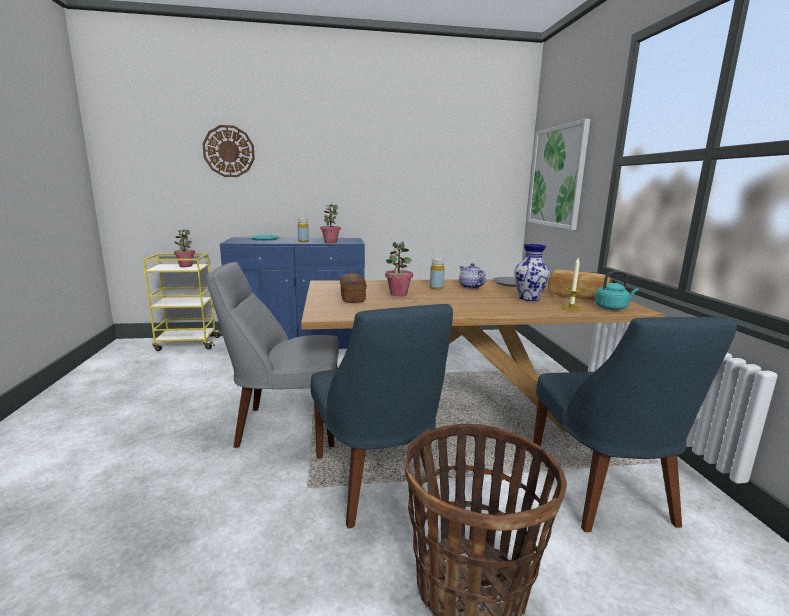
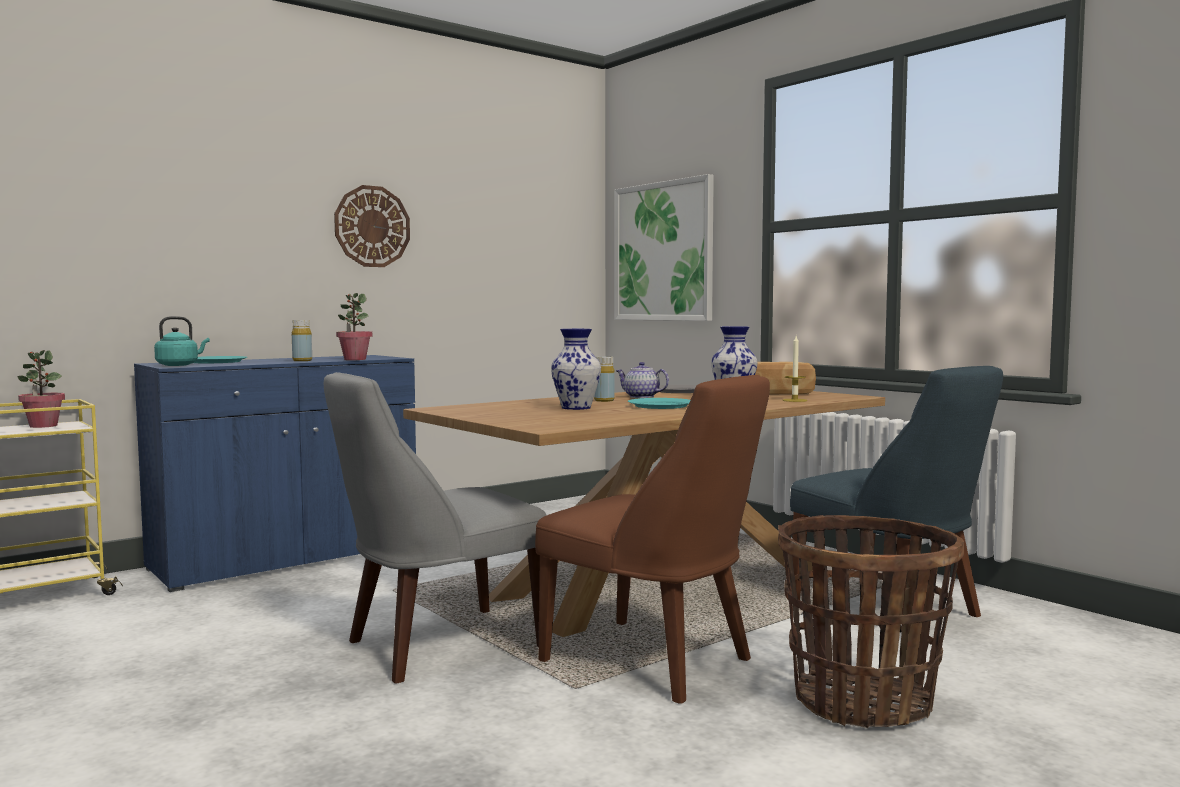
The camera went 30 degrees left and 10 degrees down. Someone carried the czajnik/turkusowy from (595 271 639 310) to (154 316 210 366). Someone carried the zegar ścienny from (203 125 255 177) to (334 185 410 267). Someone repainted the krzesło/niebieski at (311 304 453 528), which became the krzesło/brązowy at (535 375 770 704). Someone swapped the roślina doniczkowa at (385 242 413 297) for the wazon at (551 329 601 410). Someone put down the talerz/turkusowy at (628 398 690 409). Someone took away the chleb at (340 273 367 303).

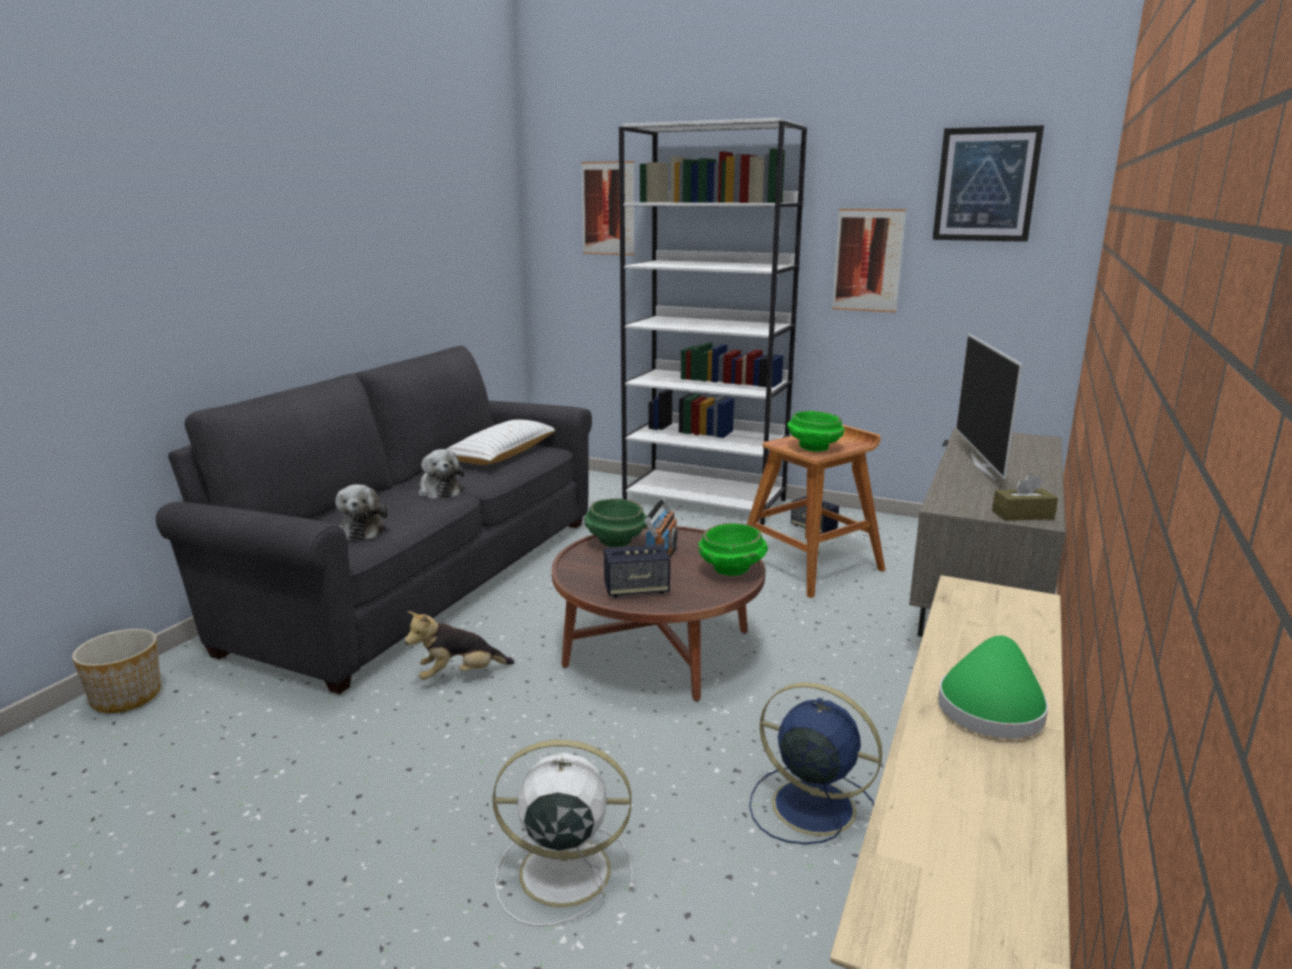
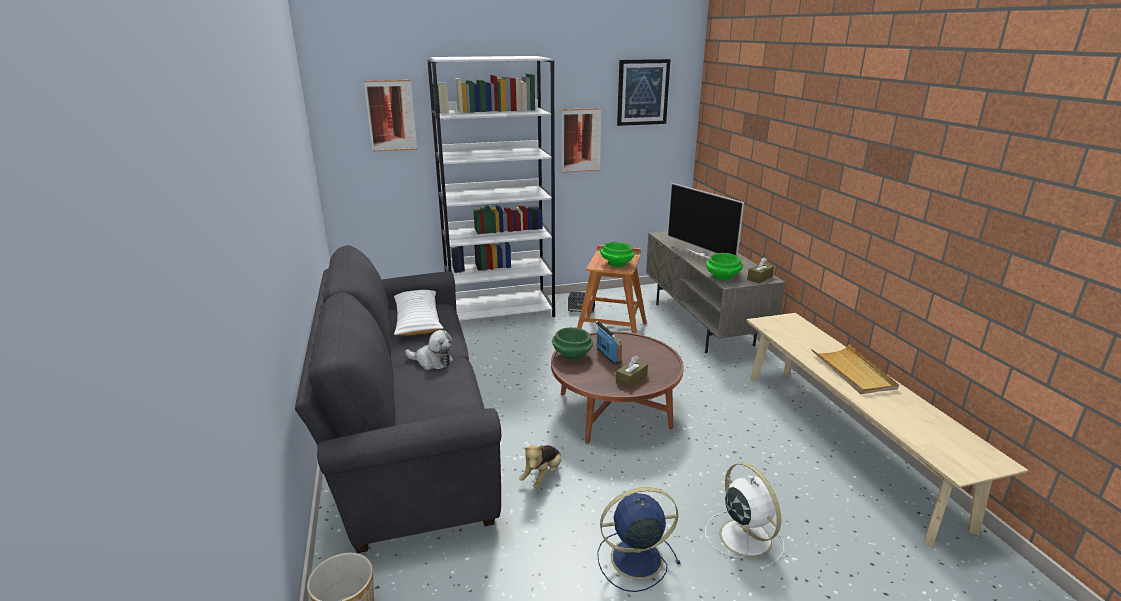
The camera went 40 degrees left and 5 degrees up. Someone carried the wentylator/niebieski from (749 682 883 844) to (597 487 681 592). Someone swapped the głośnik at (604 544 670 597) for the pudełko chusteczek/brązowy at (616 356 648 389). Someone rotated the wentylator/biały at (493 740 635 926) by 105 degrees clockwise. Someone carried the miska/zielony from (698 523 768 576) to (706 253 743 280). Someone swapped the kapelusz/zielony at (938 636 1048 739) for the taca/beżowy at (811 344 899 394). Someone took away the pluszak at (335 484 388 541).

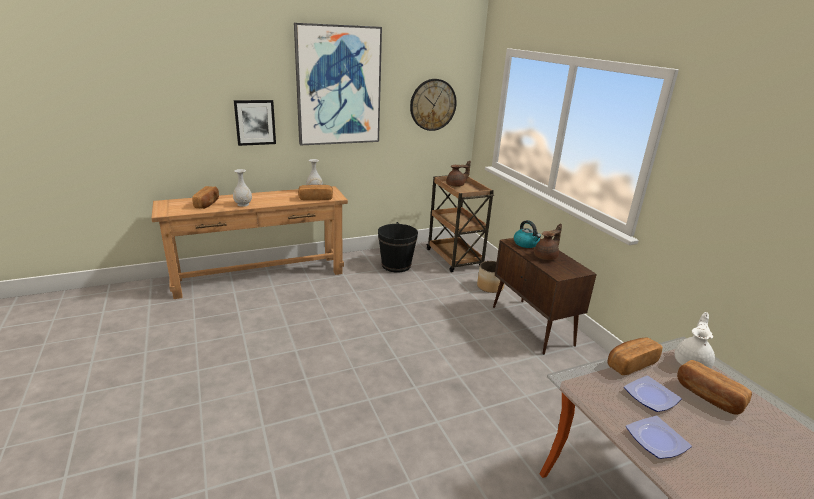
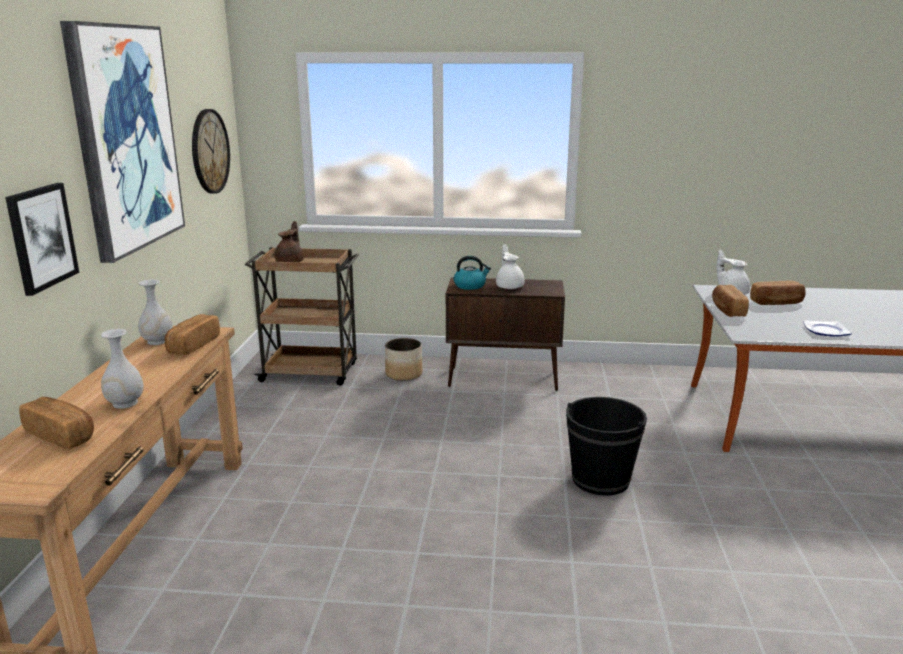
The camera went 60 degrees left and 5 degrees down. Someone repainted the imbryk/brązowy at (534 223 562 260), which became the imbryk/biały at (496 244 525 289). Someone carried the wiadro/czarny from (378 222 418 273) to (566 397 647 496). Someone took away the talerz at (624 376 682 412).

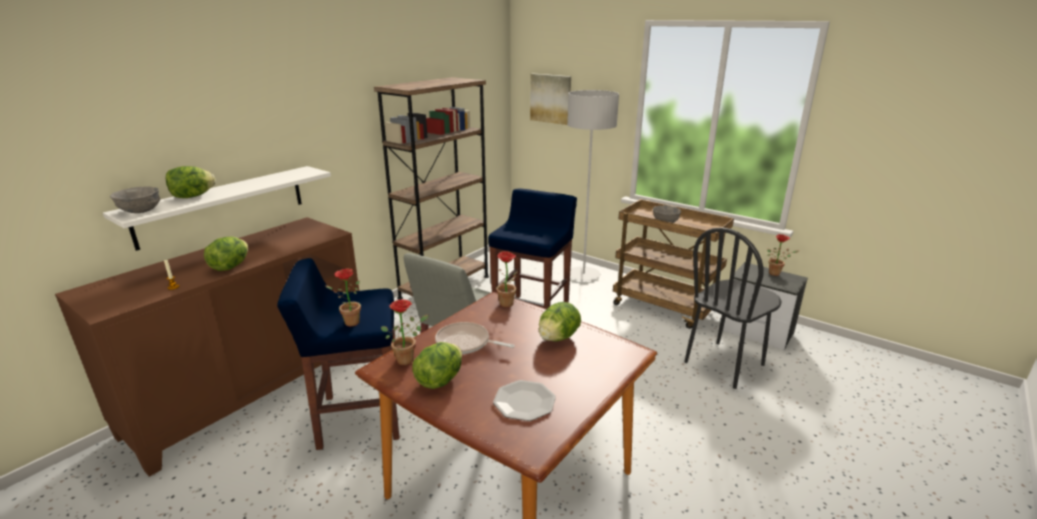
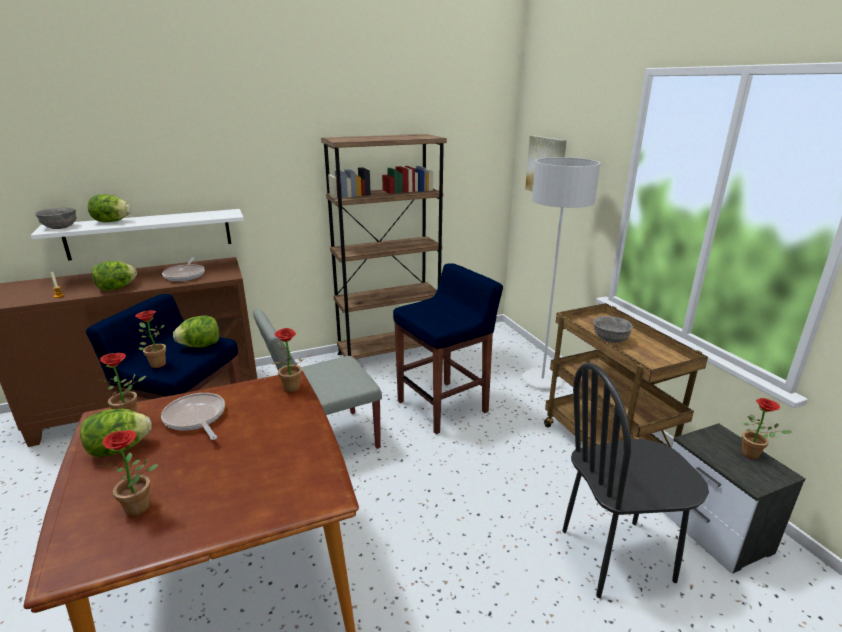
The camera went 30 degrees right and 0 degrees up. Someone swapped the talerz at (493 380 556 421) for the roślina doniczkowa at (103 430 158 516). Someone put down the patelnia at (162 257 205 281). Someone carried the sałata from (539 302 581 342) to (173 316 219 347).

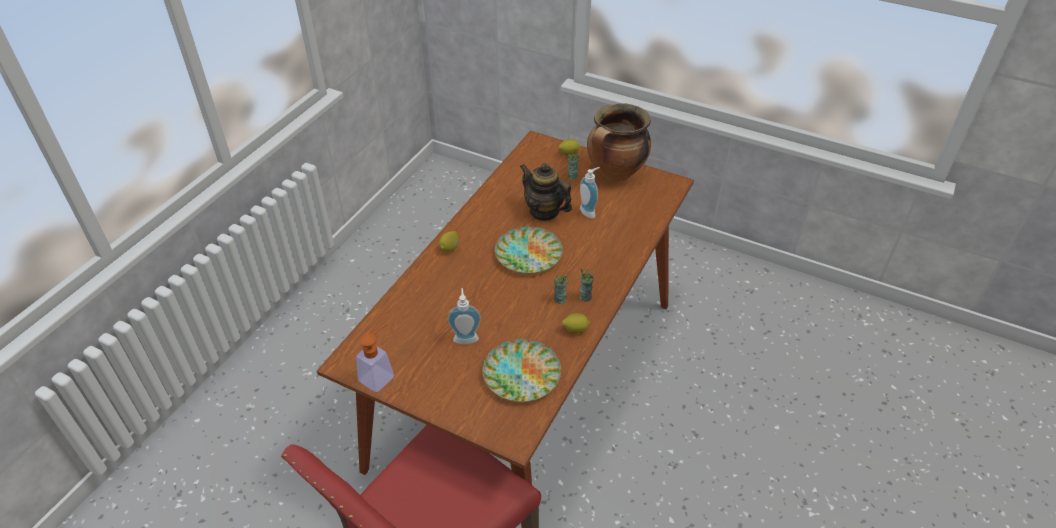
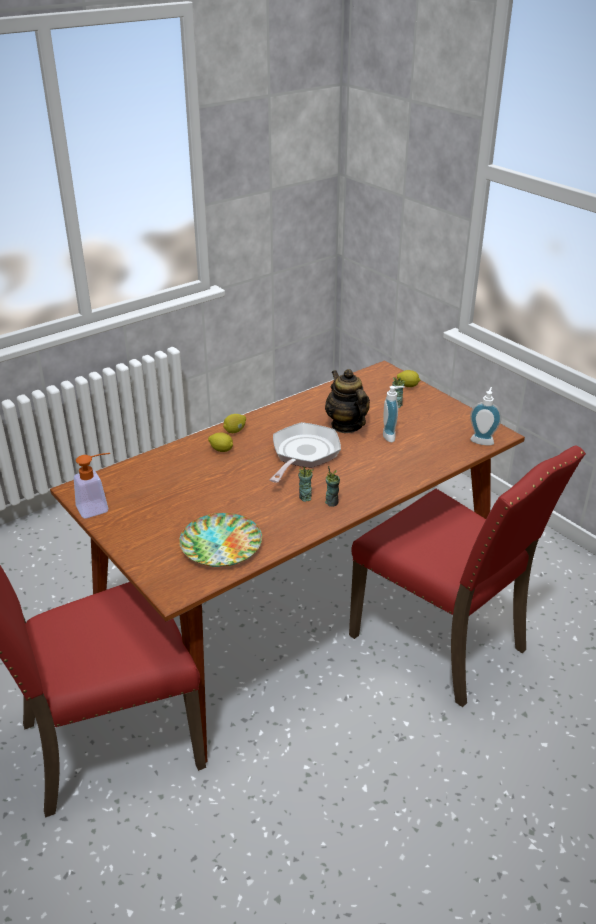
The camera went 25 degrees right and 10 degrees down. Someone carried the cytryna from (562 313 590 333) to (208 433 233 452). Someone swapped the talerz at (495 226 563 274) for the patelnia at (270 422 341 483). Someone put down the krzesło/czerwony at (349 445 586 707). Someone carried the dozownik mydła from (447 288 481 345) to (470 387 501 445). Someone took away the garnek at (587 103 651 181).

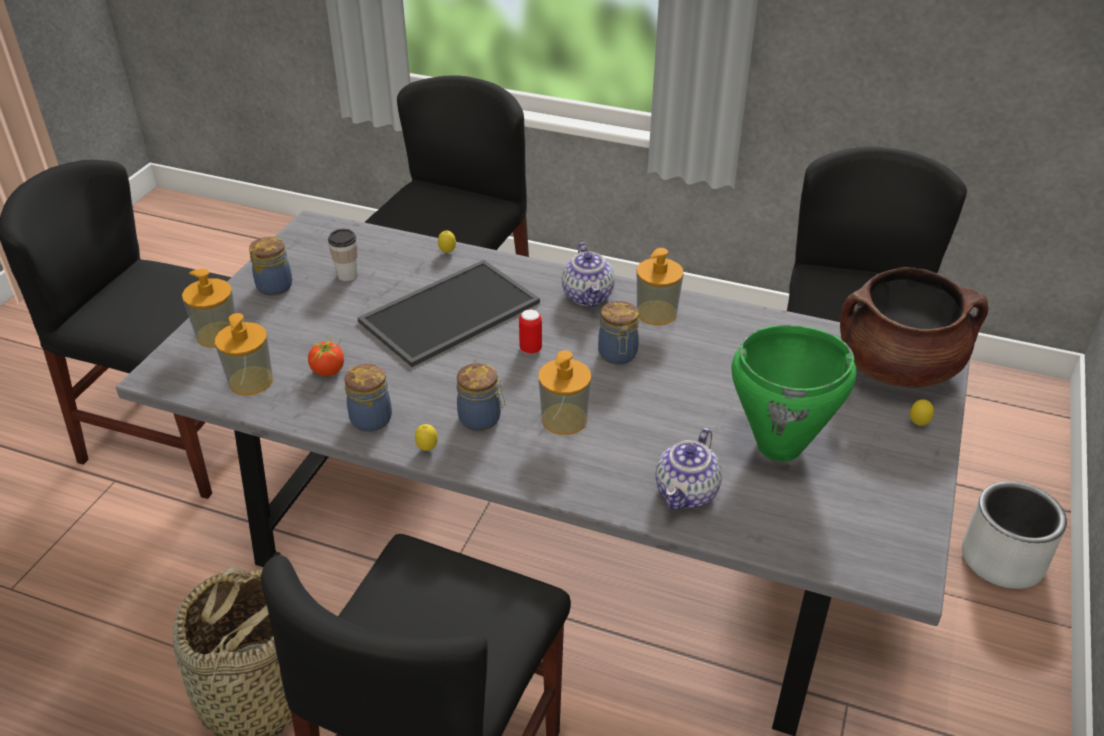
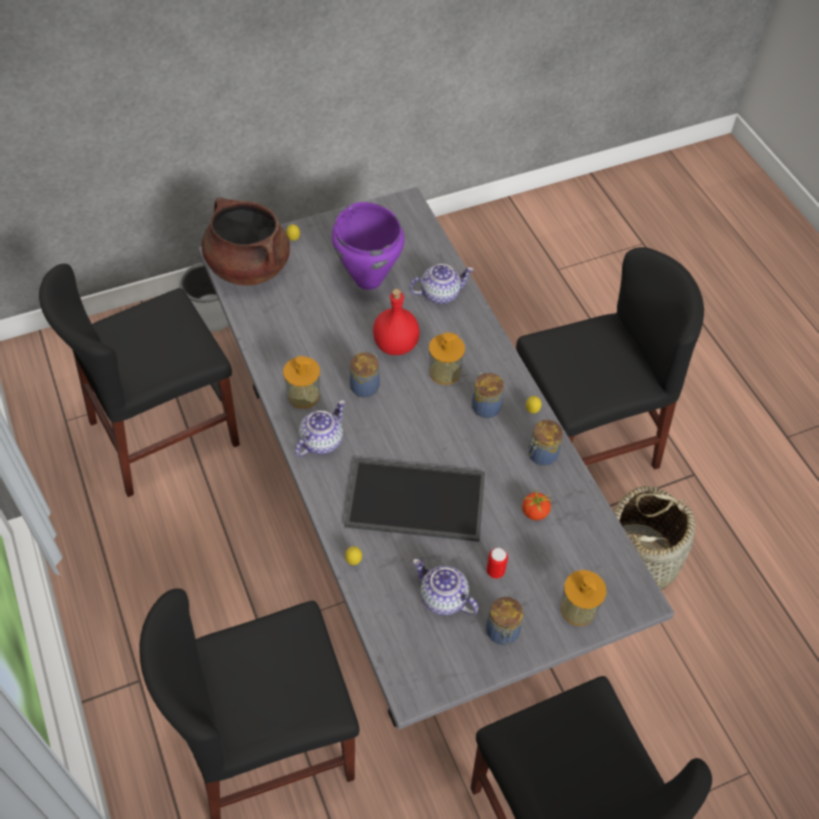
The camera went 135 degrees left and 15 degrees up. Someone repainted the garnek/zielony at (732 325 857 462), which became the garnek/fioletowy at (332 202 405 290). Someone put down the butelka/czerwony at (373 289 420 355). Someone swapped the filiżanka at (328 229 358 281) for the imbryk at (413 559 479 615). Someone carried the puszka from (519 309 542 354) to (486 548 508 579). Someone took away the dozownik mydła at (215 313 273 395).

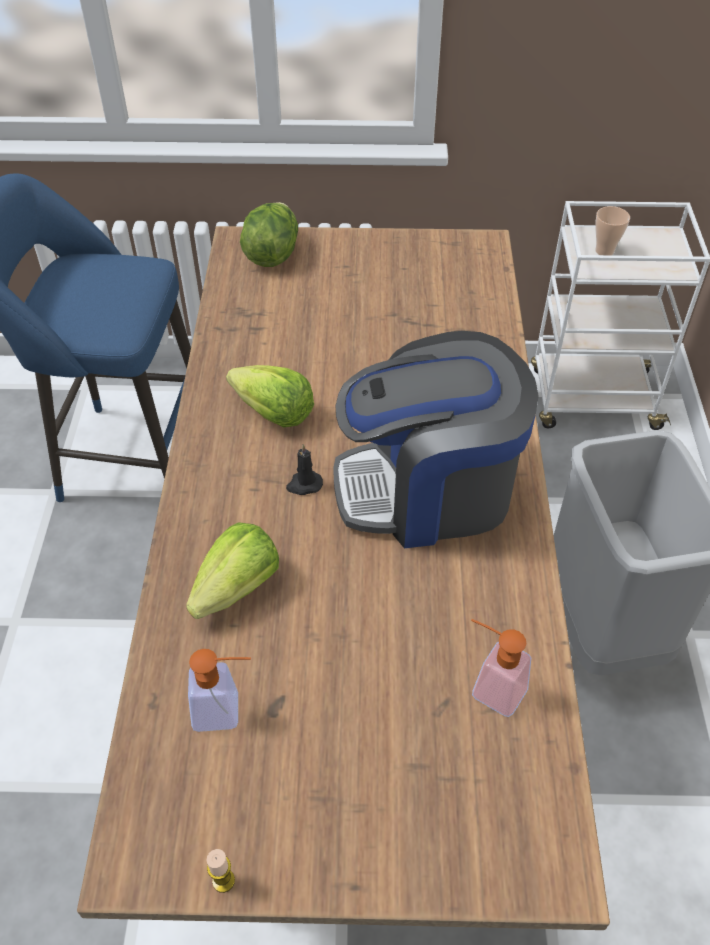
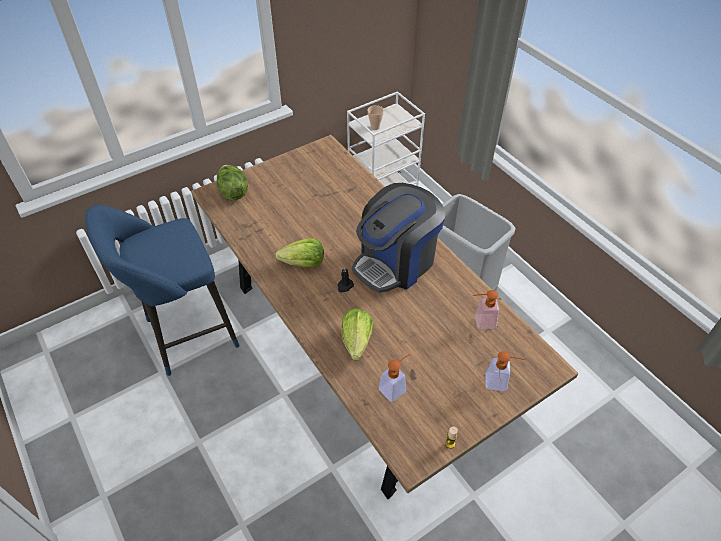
The camera went 35 degrees left and 0 degrees up. Someone put down the dozownik mydła at (485 351 526 391).

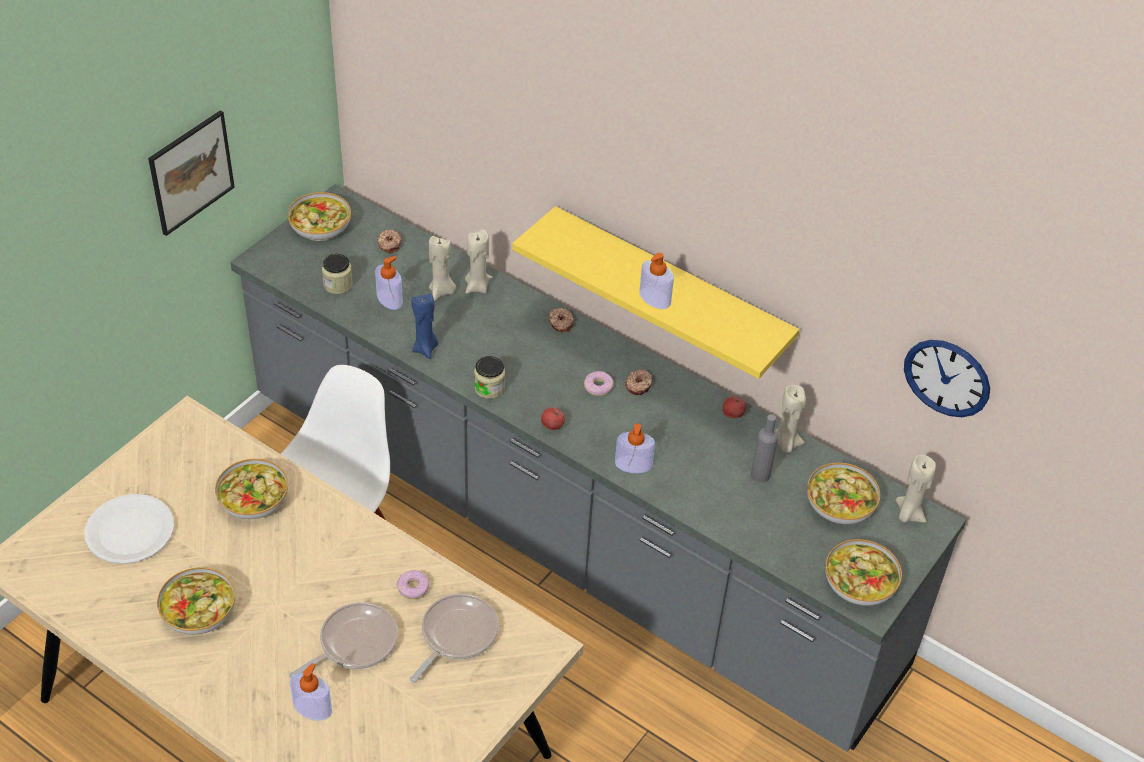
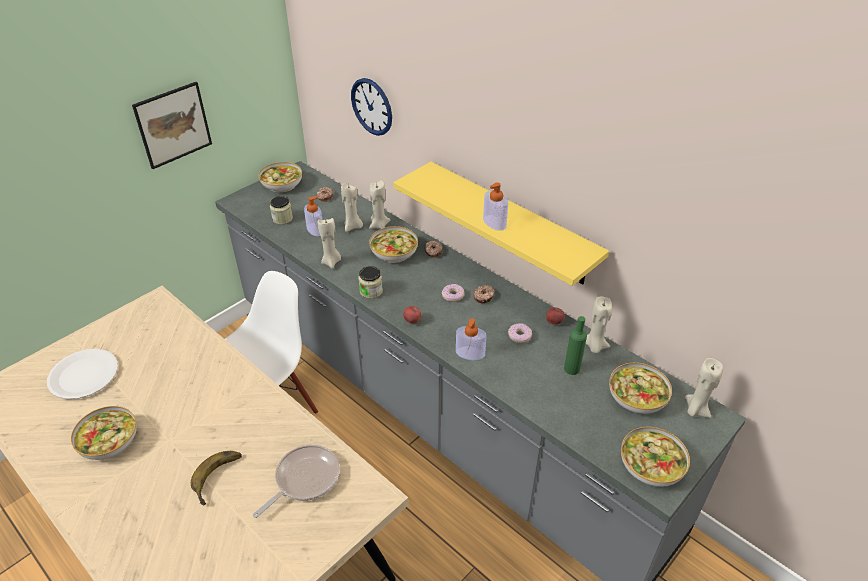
The camera went 10 degrees right and 5 degrees down. Someone swapped the patelnia at (289 602 398 678) for the banan at (191 451 242 506). Someone repainted the świeca/niebieski at (412 293 438 359), which became the świeca/beżowy at (318 218 341 269). Someone carried the zegar ścienny from (904 340 990 417) to (351 78 392 136). Someone carried the miska from (215 459 288 519) to (369 226 418 263). Someone carried the donut from (397 570 429 599) to (508 323 532 343). Someone repainted the butelka/szary at (751 414 778 483), which became the butelka/zielony at (564 316 587 375). Someone took away the dozownik mydła at (290 663 332 721).

